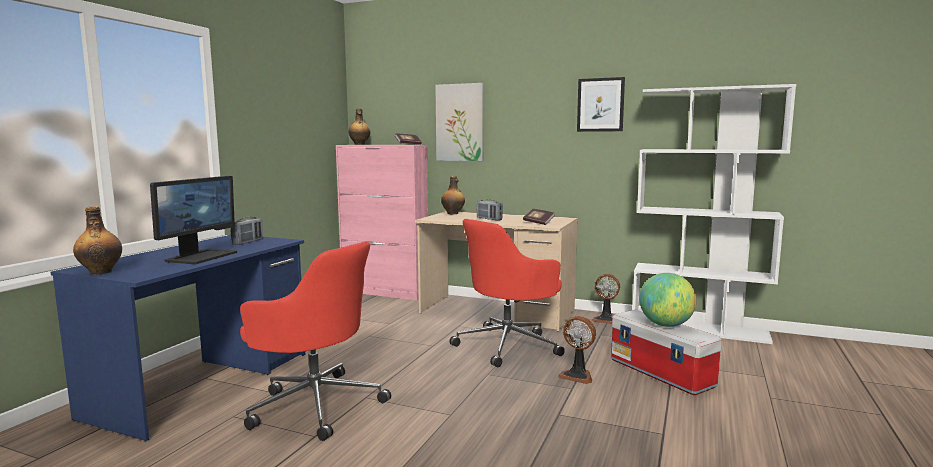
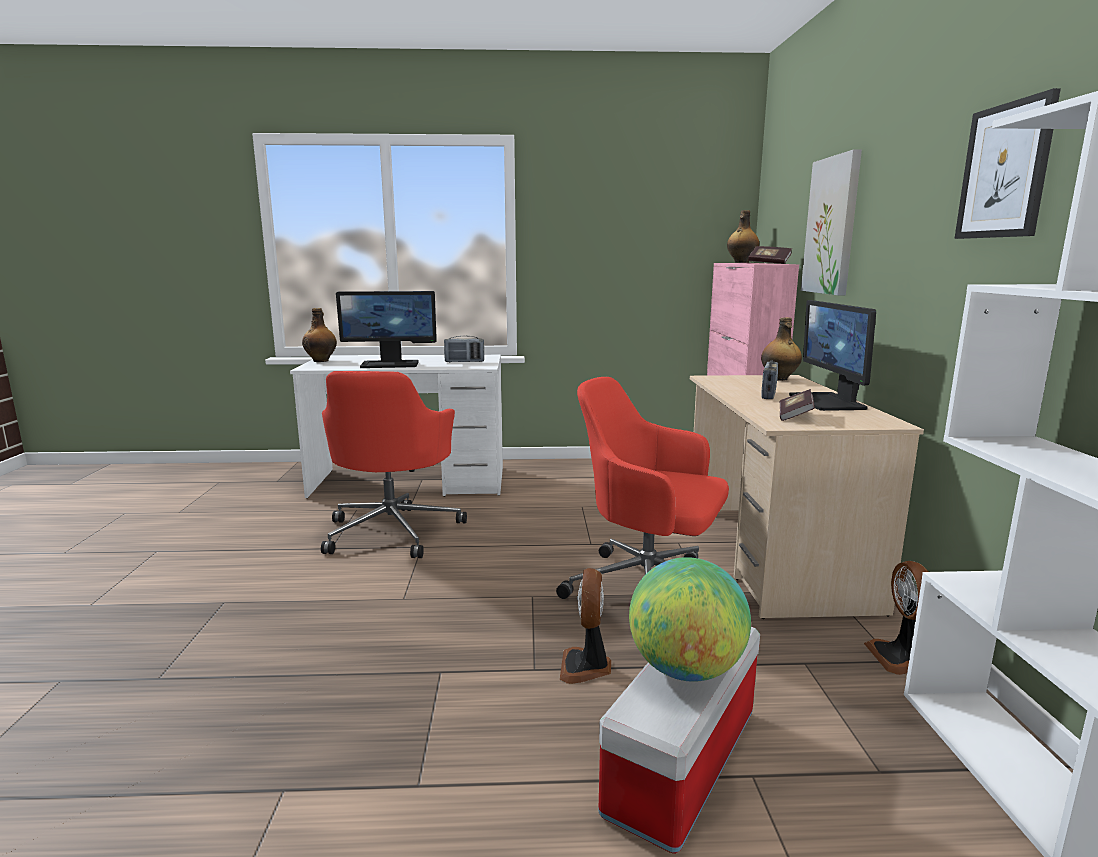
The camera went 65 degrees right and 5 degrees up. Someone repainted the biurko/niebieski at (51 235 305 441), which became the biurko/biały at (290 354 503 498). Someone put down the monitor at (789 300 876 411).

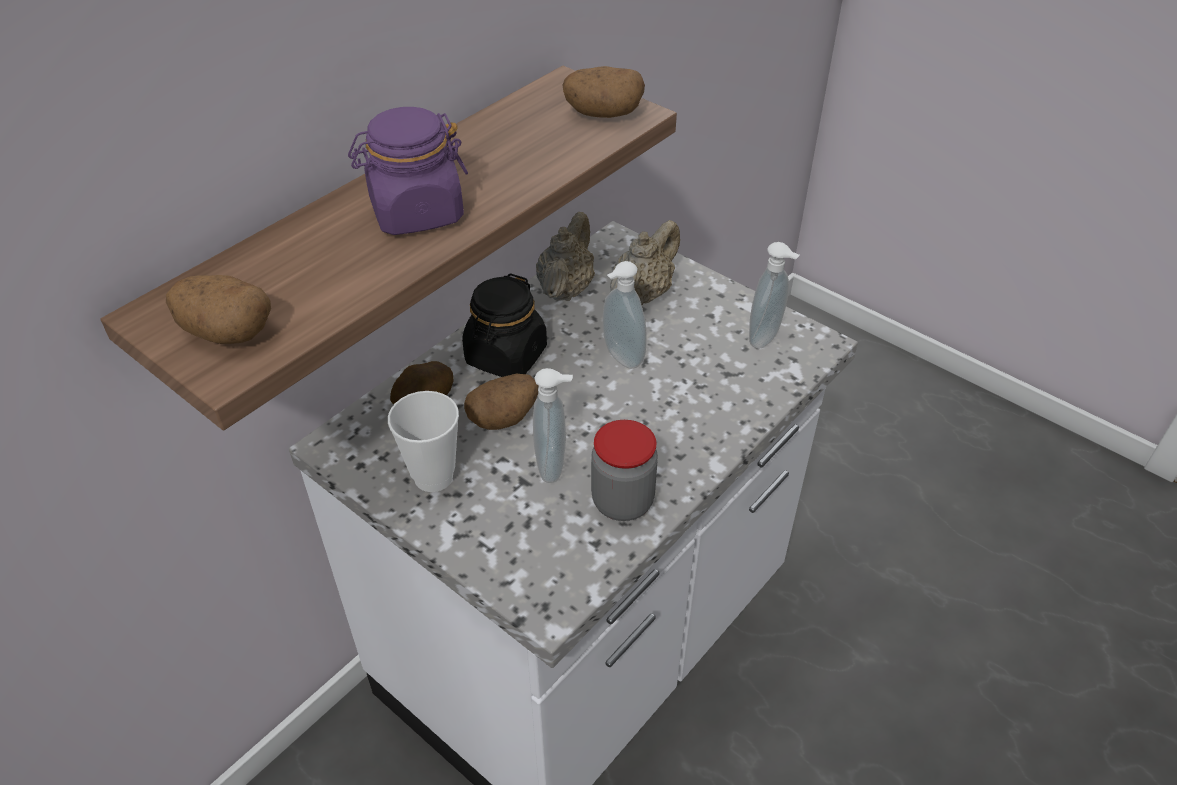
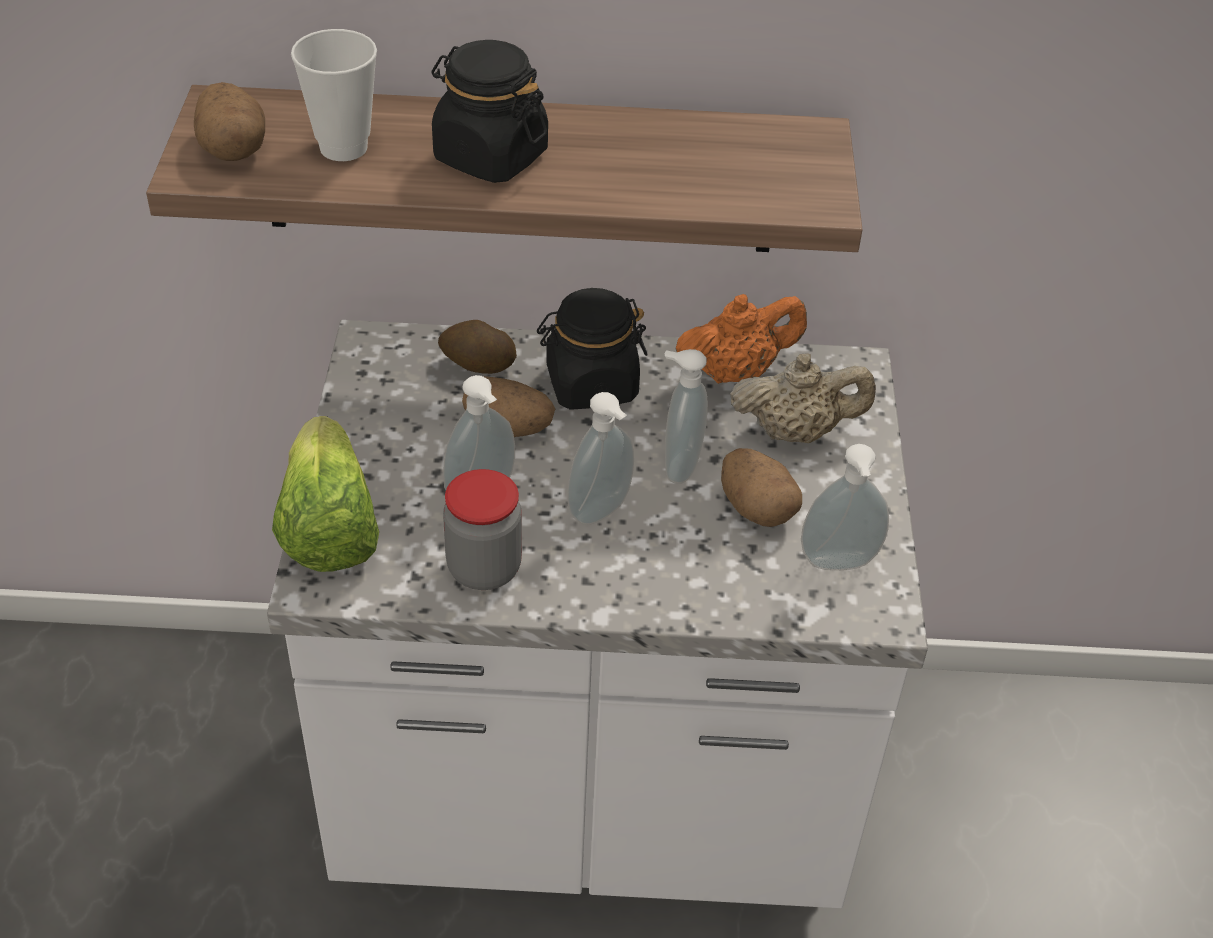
The camera went 50 degrees right and 0 degrees up. Someone put down the sałata at (272 416 379 572). Someone carried the filiżanka from (388 391 459 492) to (291 29 377 161). Someone repainted the słoik/fioletowy at (348 107 468 235), which became the słoik/czarny at (432 40 548 183). Someone put down the dozownik mydła at (567 392 634 525). Someone repainted the imbryk/beżowy at (536 212 595 301), which became the imbryk/pomarańczowy at (675 294 807 384). Someone carried the ziemniak from (563 66 645 118) to (721 448 802 527).

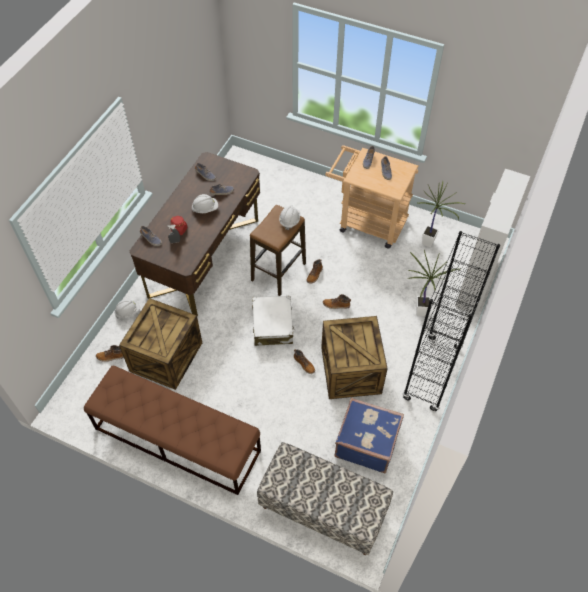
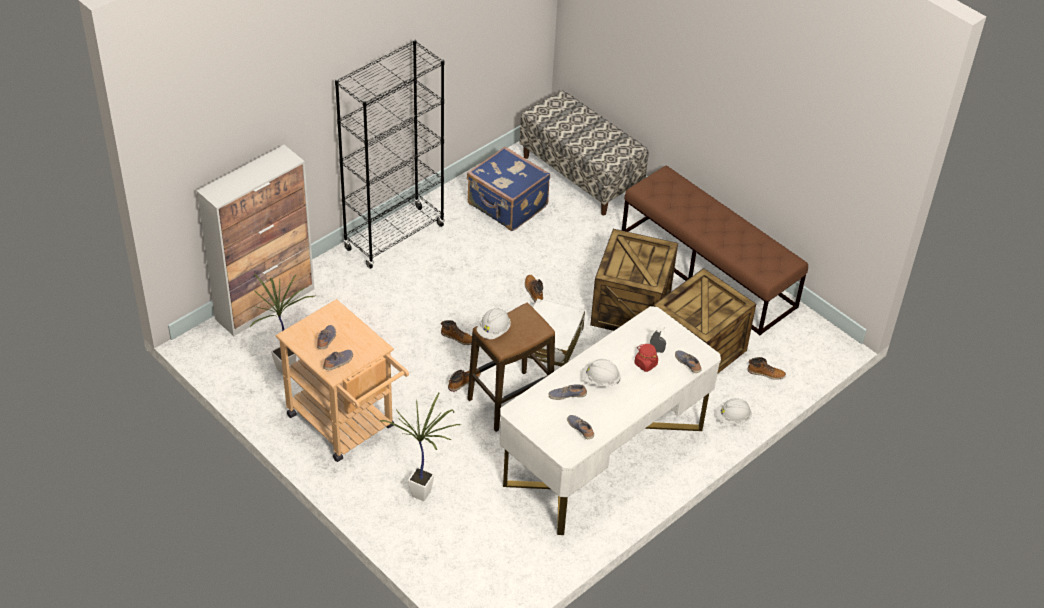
The camera went 160 degrees left and 10 degrees down. Someone carried the roślina doniczkowa from (408 250 456 316) to (380 393 461 501). Someone repainted the biurko/brązowy at (130 152 260 316), which became the biurko/biały at (500 306 721 535). Someone carried the skrzynka from (321 316 388 399) to (590 229 678 331).

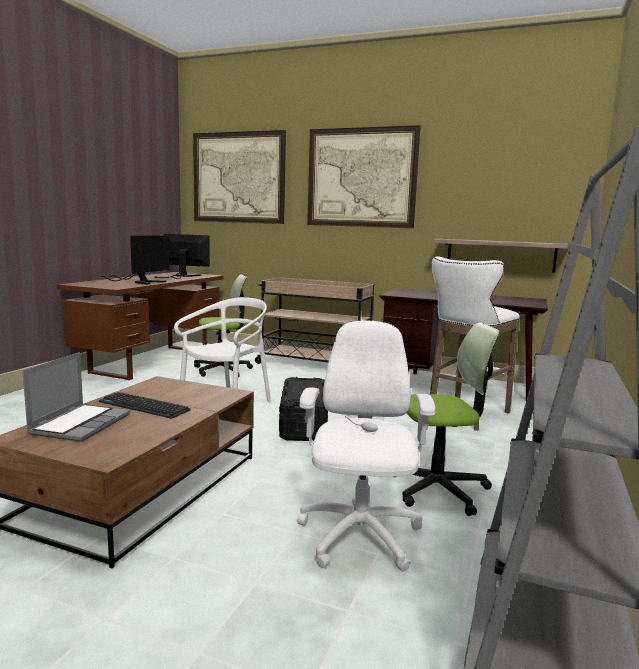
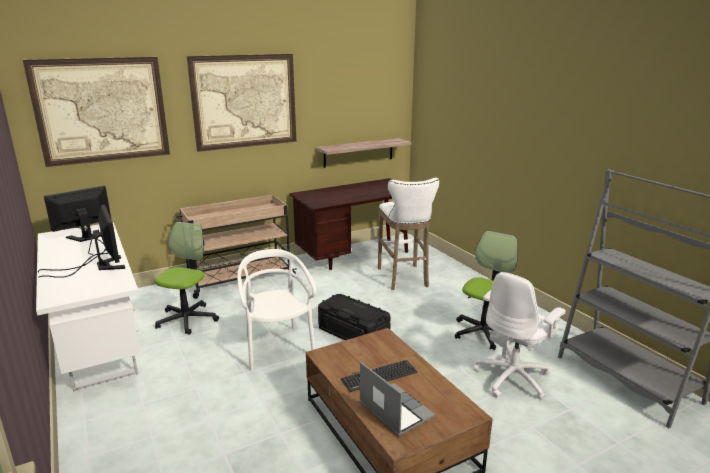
The camera went 50 degrees left and 10 degrees up. Someone repainted the biurko/brązowy at (57 272 224 380), which became the biurko/biały at (36 222 140 391). Someone rotated the krzesło biurowe/biały at (297 320 435 571) by 90 degrees counterclockwise.

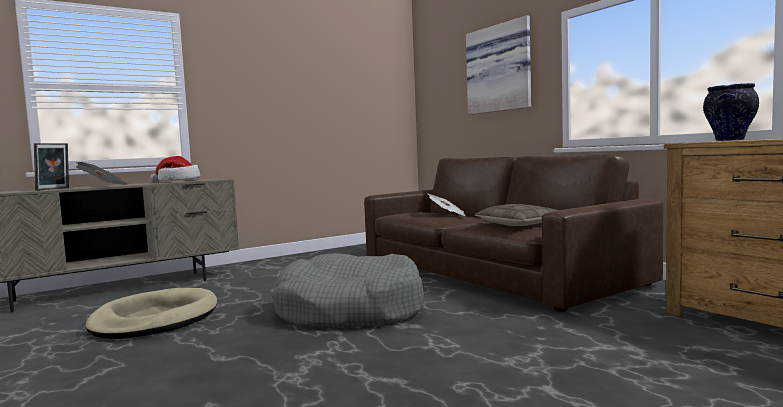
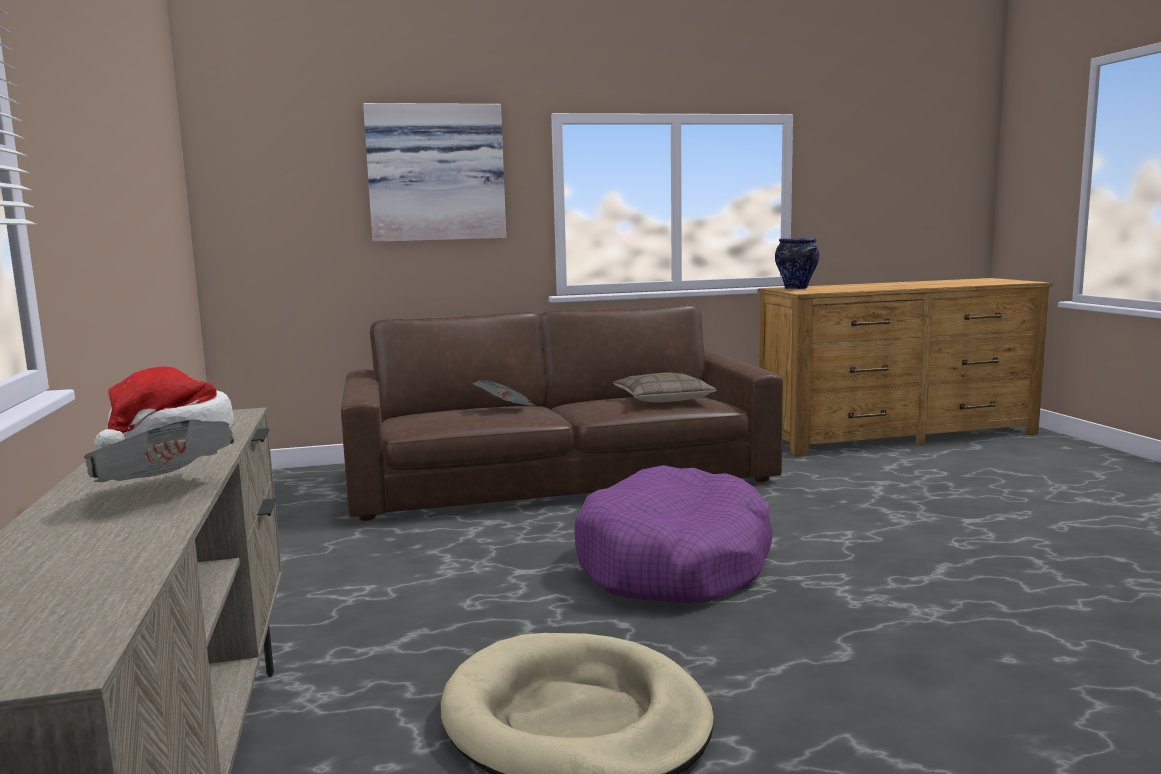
The camera went 70 degrees left and 5 degrees up. Someone repainted the legowisko/szary at (272 253 424 328), which became the legowisko/fioletowy at (574 465 773 603). Someone took away the ramka na zdjęcie at (34 143 69 190).

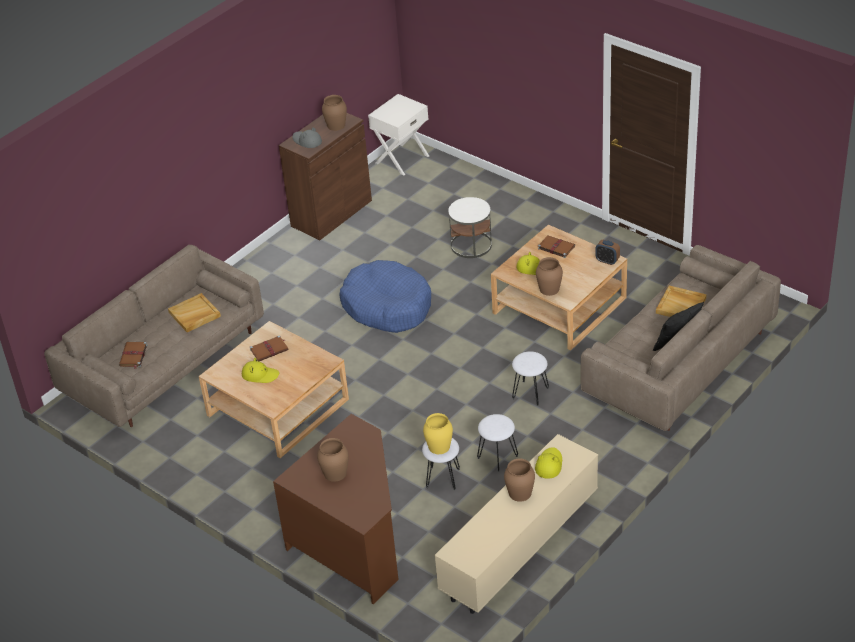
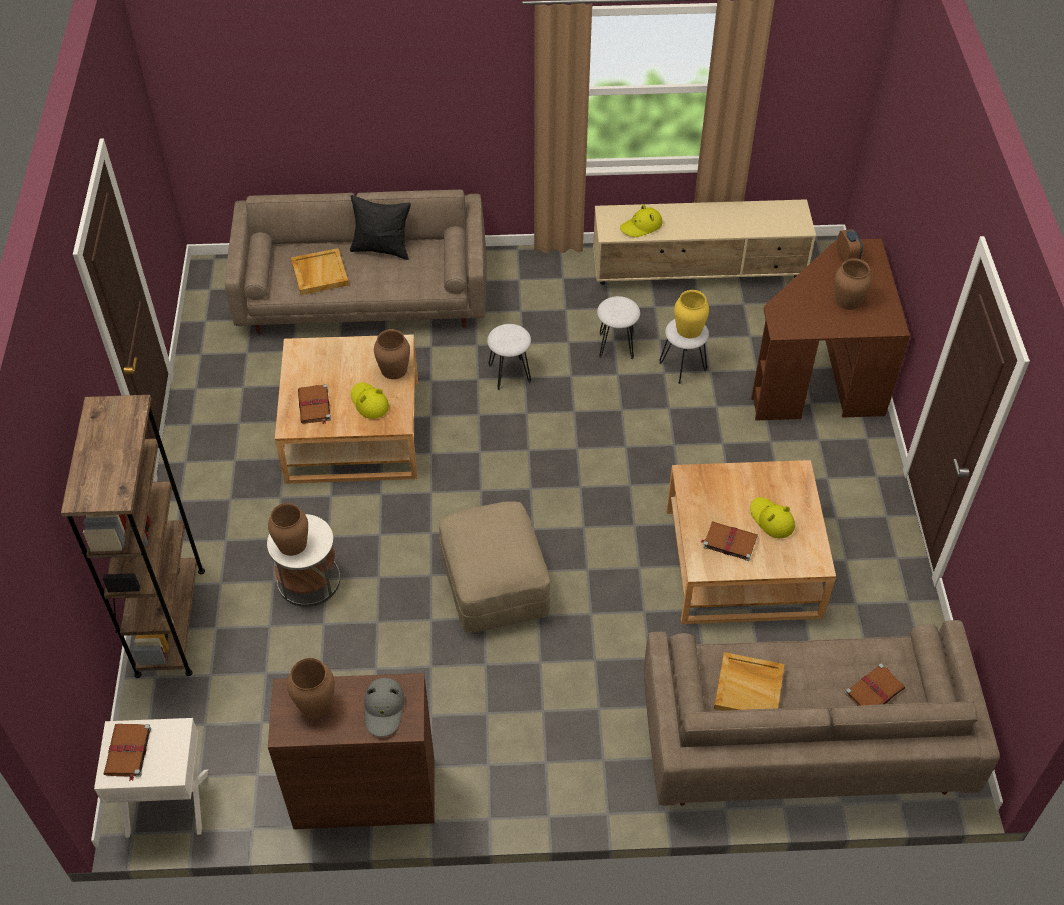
The camera went 135 degrees left and 10 degrees up. Someone put down the regał/brązowy at (61 395 205 678). Someone put down the książka/brązowy at (104 724 151 781). Someone carried the wazon/brązowy from (504 458 535 502) to (268 503 308 556). Someone swapped the legowisko/niebieski at (339 260 431 333) for the pufa/beżowy at (439 501 550 632). Someone carried the budzik from (595 240 620 265) to (837 229 863 263).

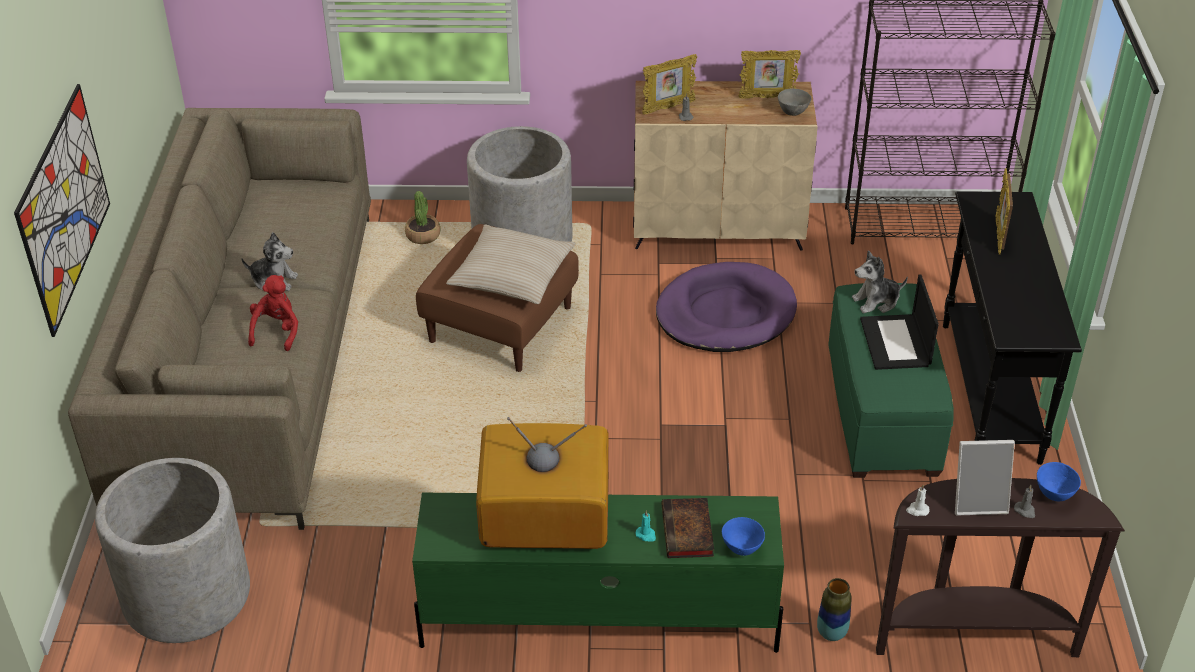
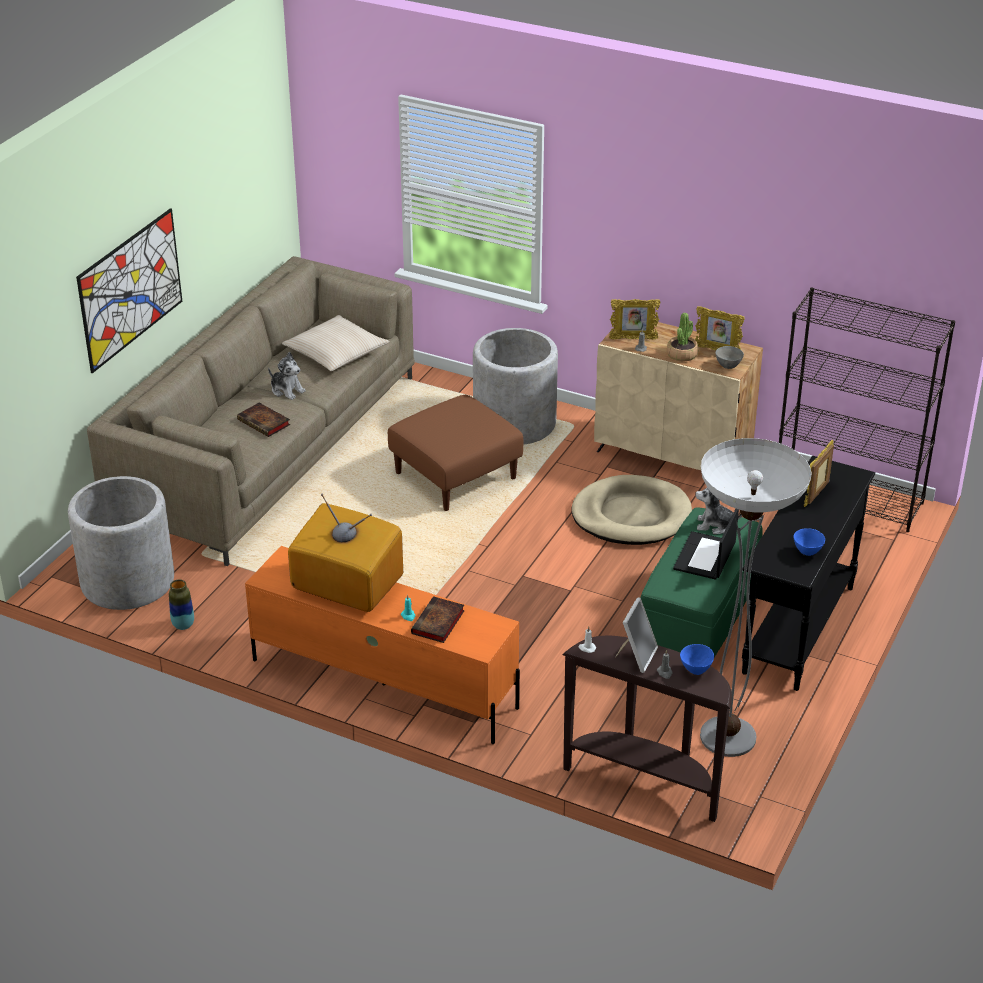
The camera went 25 degrees right and 5 degrees down. Someone carried the wazon from (817 578 852 641) to (169 579 194 630). Someone swapped the pluszak/czerwony at (248 275 298 351) for the książka at (237 403 290 437). Someone repainted the szafka pod telewizor/zielony at (412 493 784 653), which became the szafka pod telewizor/pomarańczowy at (245 546 520 744). Someone carried the poduszka/beżowy from (446 225 576 304) to (282 315 390 371). Someone repainted the legowisko/fioletowy at (656 262 797 352), which became the legowisko/beżowy at (572 475 692 545). Someone rotated the ramka na zdjęcie at (955 440 1015 515) by 90 degrees counterclockwise. Someone carried the roślina doniczkowa from (405 191 440 244) to (667 313 699 361). Someone put down the lampa stojąca at (700 438 812 757). Someone carried the miska/niebieski from (722 517 765 556) to (794 528 825 556).

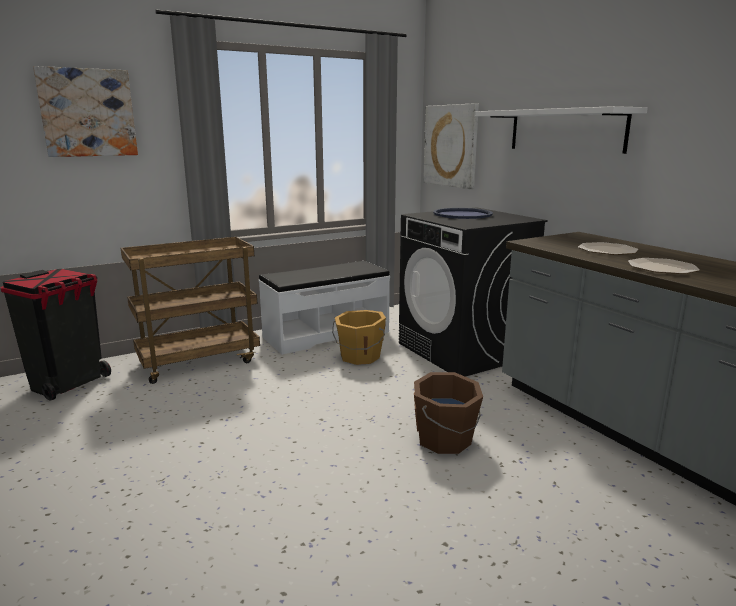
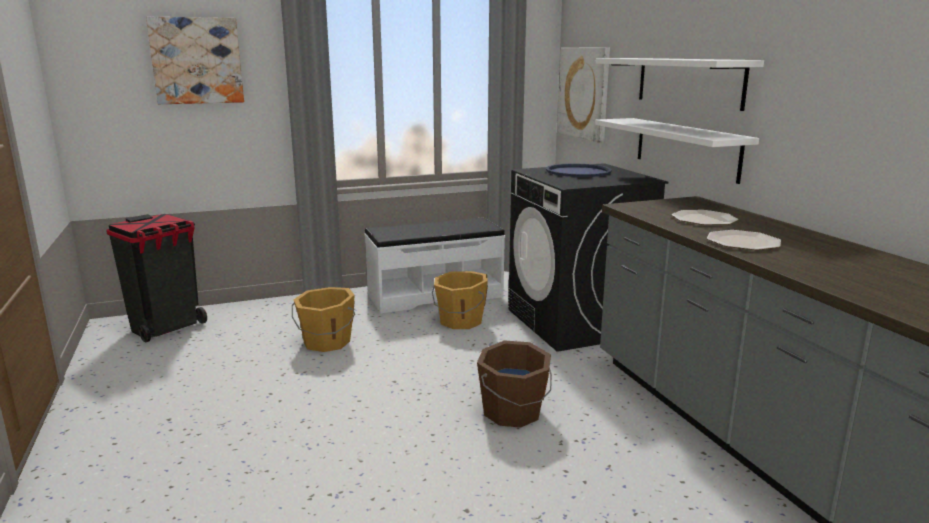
The camera went 10 degrees right and 0 degrees up. Someone put down the wiadro/pomarańczowy at (292 287 355 352). Someone put up the półka/biały at (595 118 759 184). Someone took away the wózek/brązowy at (121 237 260 384).

